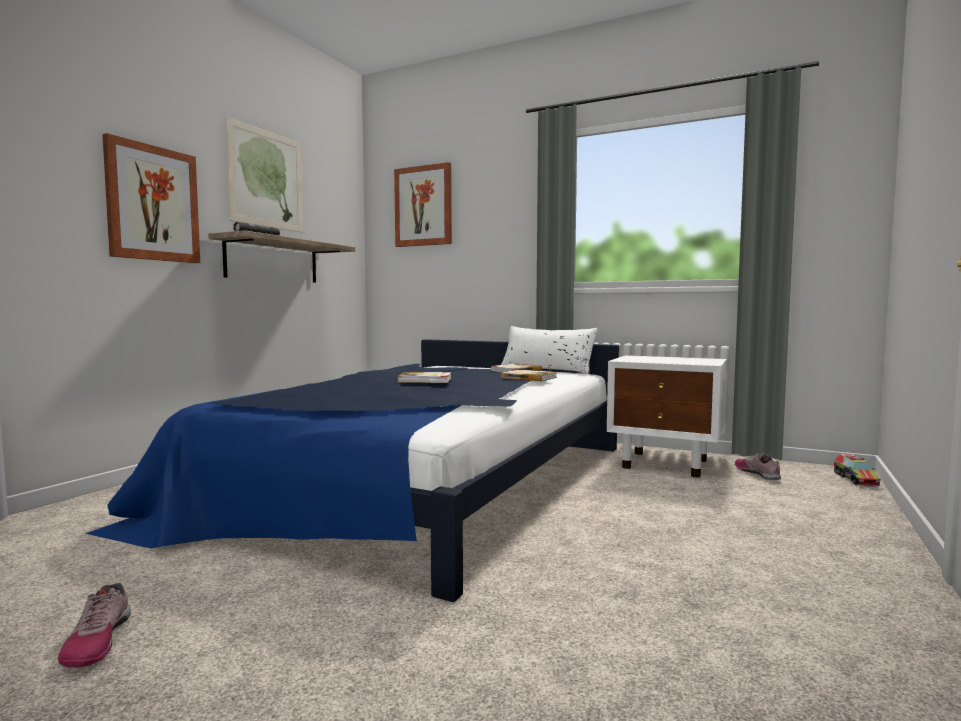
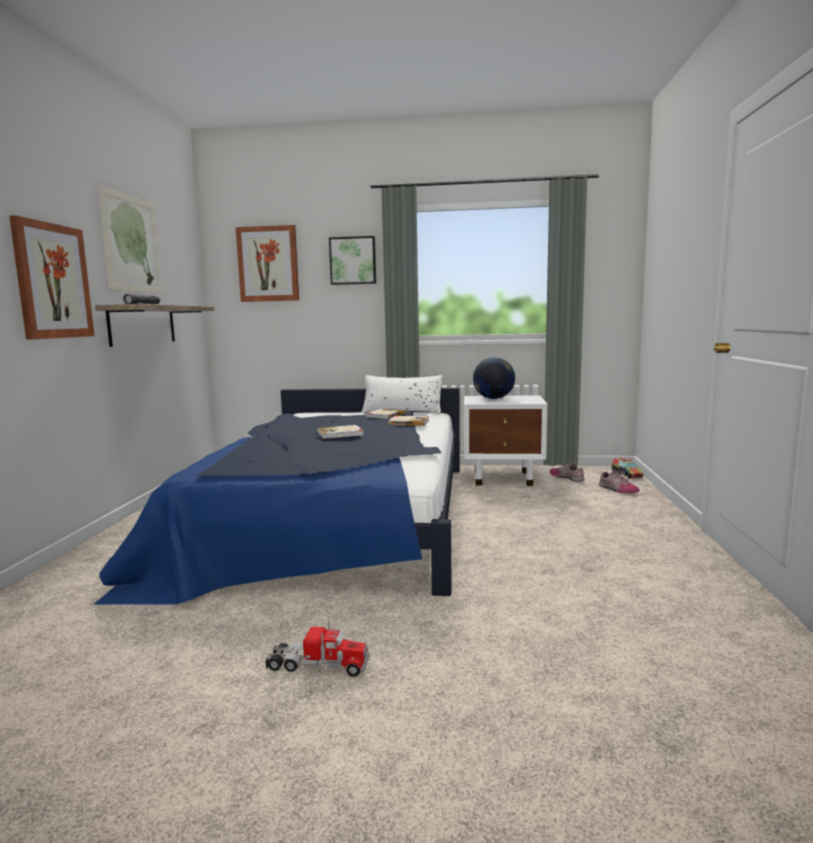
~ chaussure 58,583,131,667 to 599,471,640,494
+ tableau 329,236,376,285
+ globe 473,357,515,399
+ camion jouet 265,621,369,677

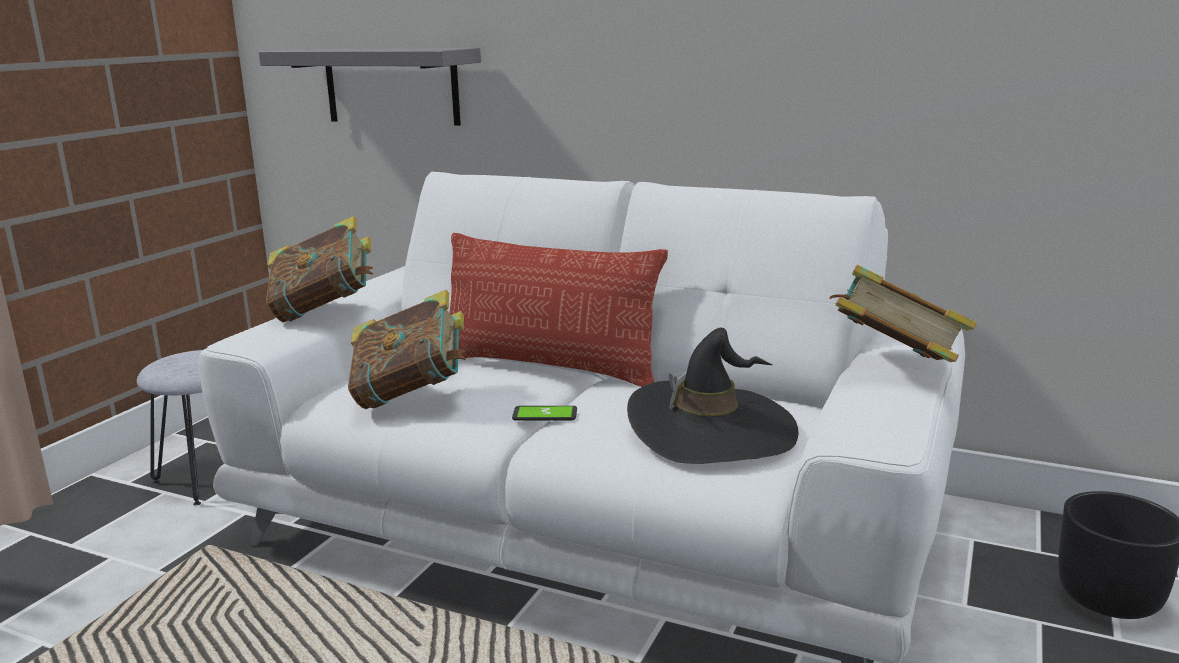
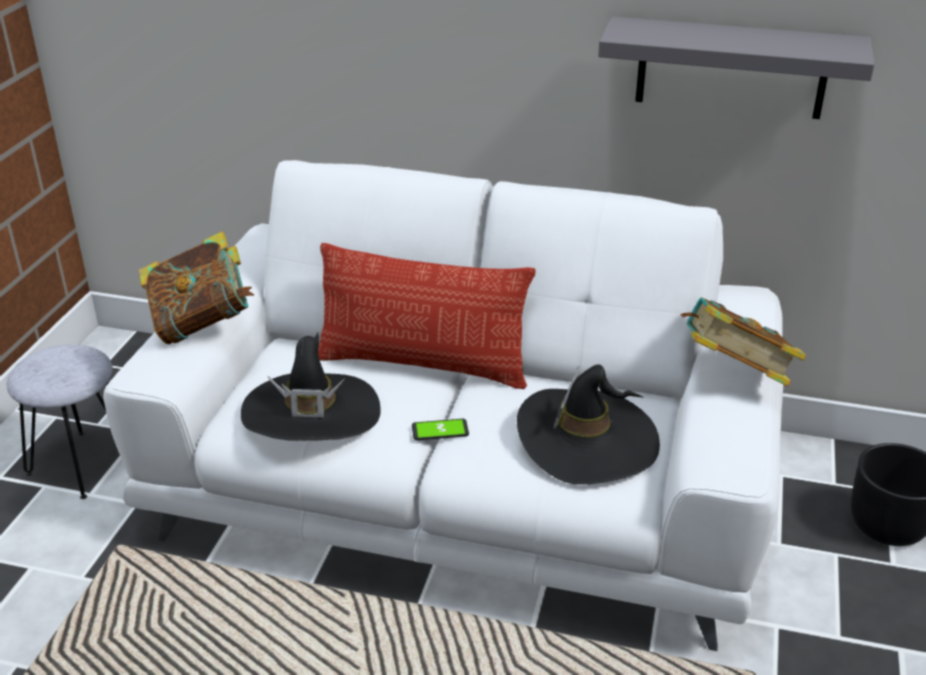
~ étagère [gris] 259,48,481,126 to 598,16,874,119
~ livre 348,290,466,409 to chapeau [noir] 241,333,381,441

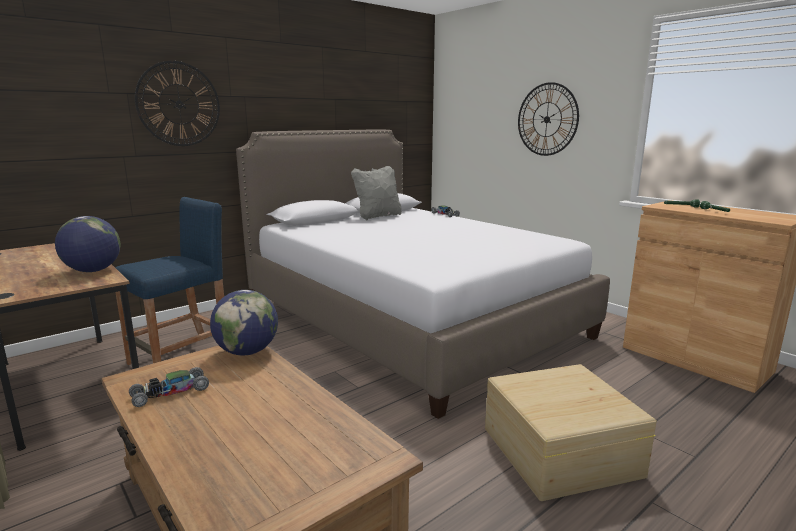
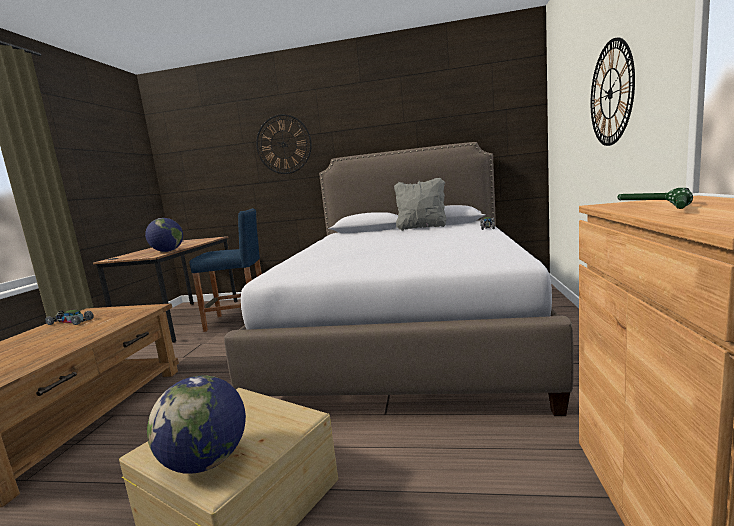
~ globe 210,290,278,355 to 147,375,246,474

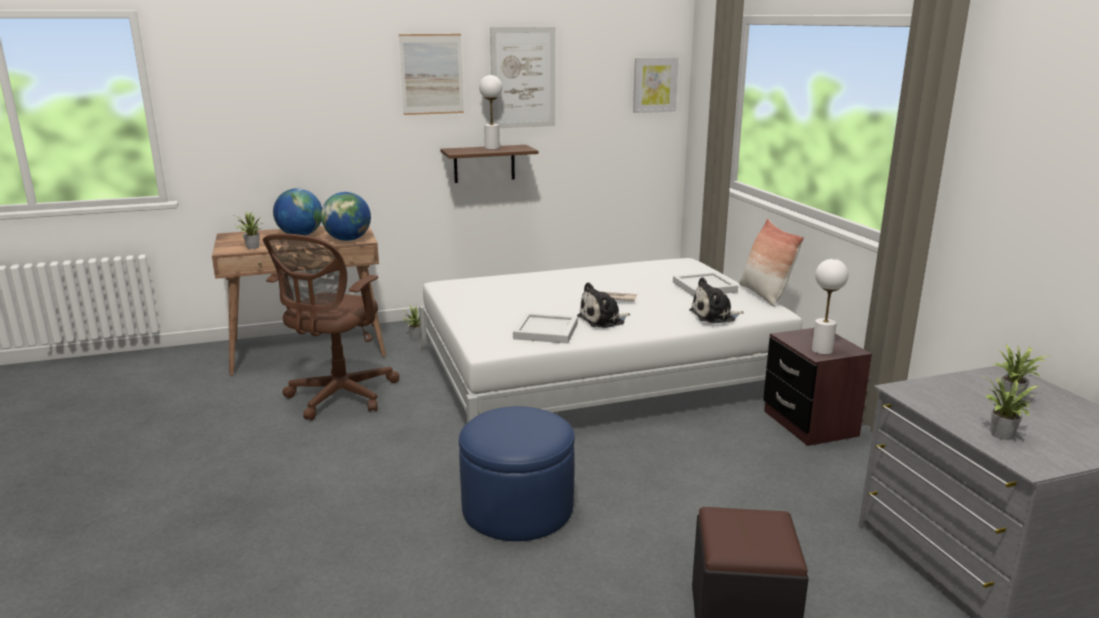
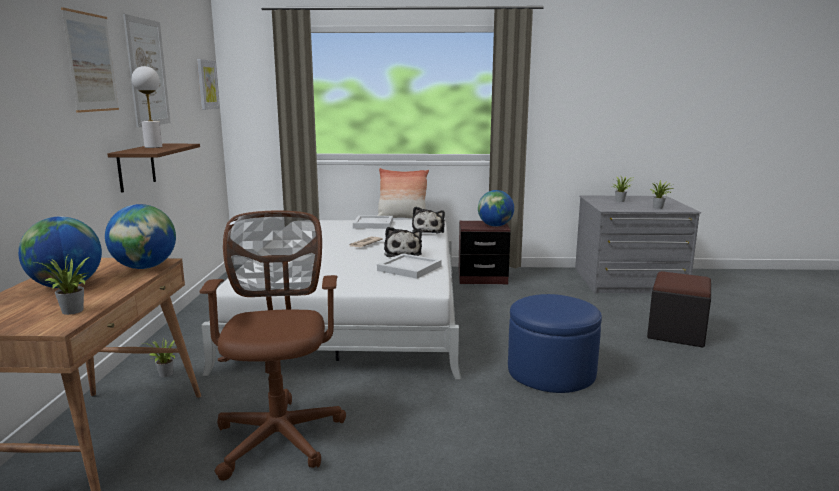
~ chaise de bureau [marron] 263,234,400,420 = 200,211,346,481 135 degrees counterclockwise
~ lampe de table [blanc] 812,259,848,354 to globe 478,190,514,227

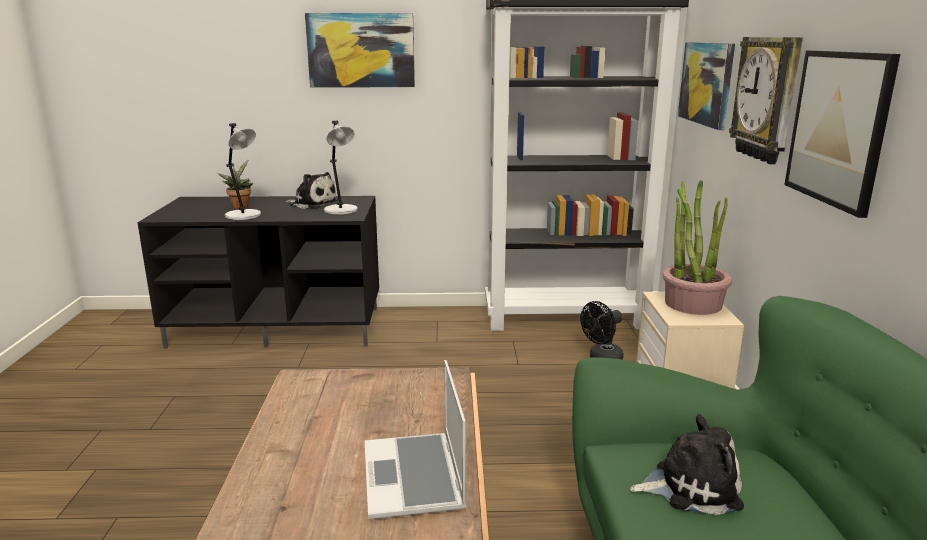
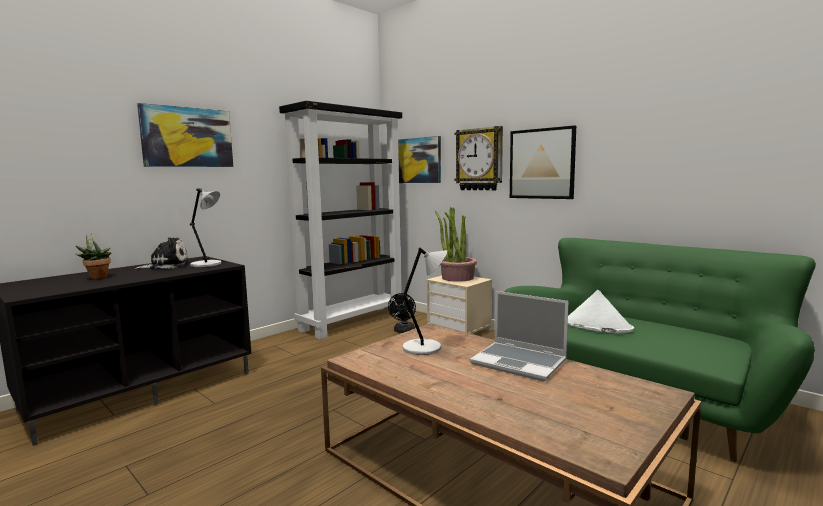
~ lampe de table [gris] 225,123,261,220 to 403,247,447,355
~ peluche 630,414,744,515 to chapeau [blanc] 568,290,634,333

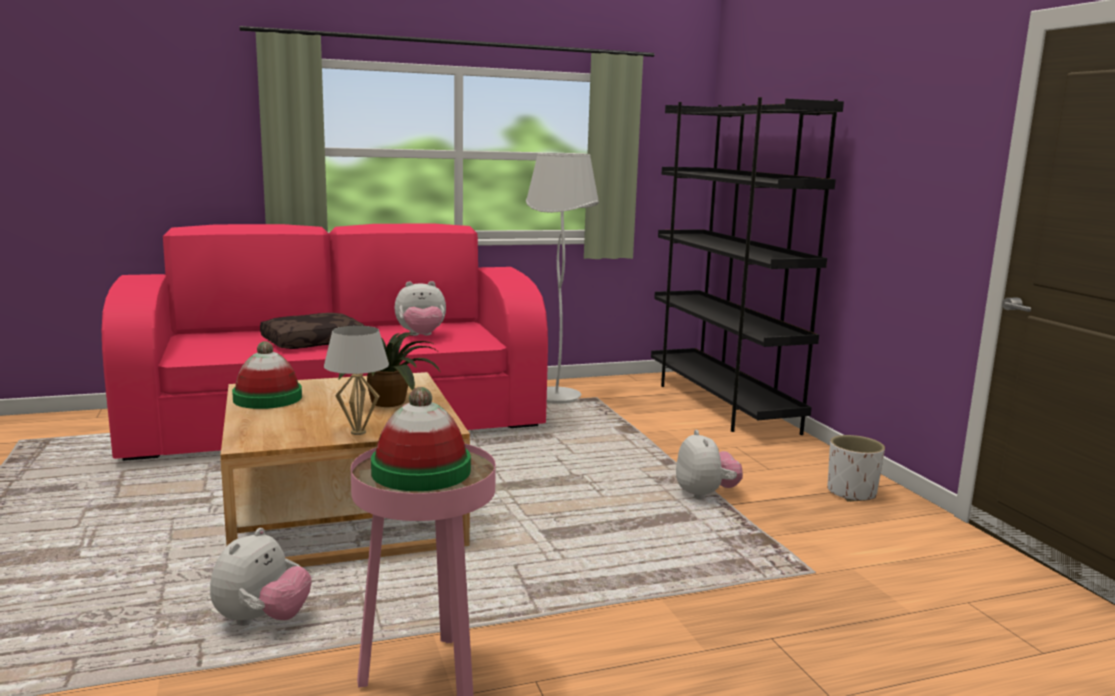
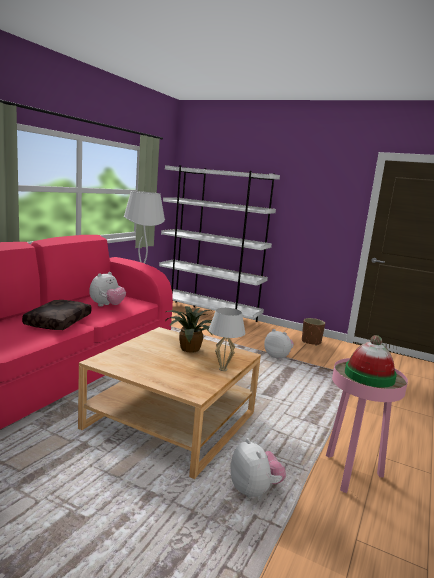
~ bibliothèque [noir] 651,97,844,435 to bibliothèque [blanc] 159,165,280,322
- chapeau 232,341,302,409
~ cache-pot [blanc] 828,435,885,502 to cache-pot [marron] 302,318,325,346

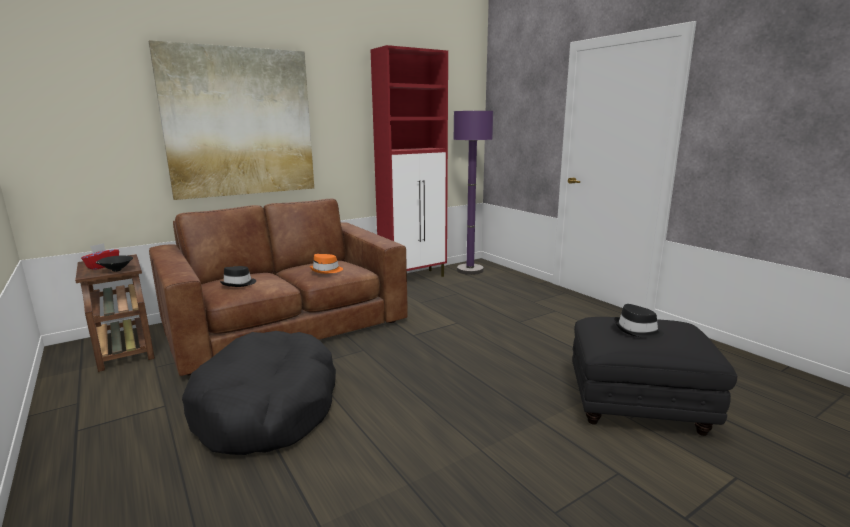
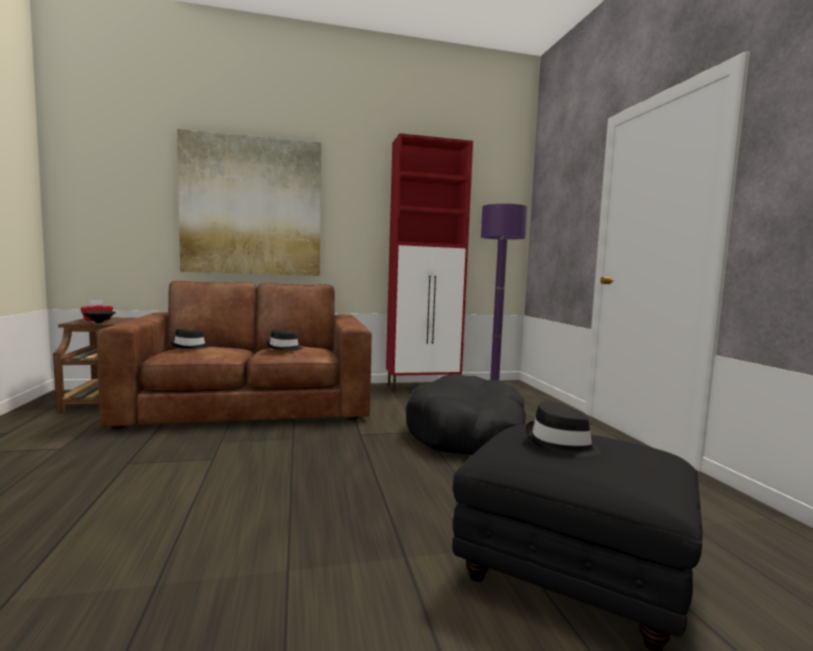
~ chapeau [orange] 310,254,343,274 to chapeau [noir] 266,329,303,350
~ panier pour chien [noir] 182,331,336,455 to 406,374,526,455

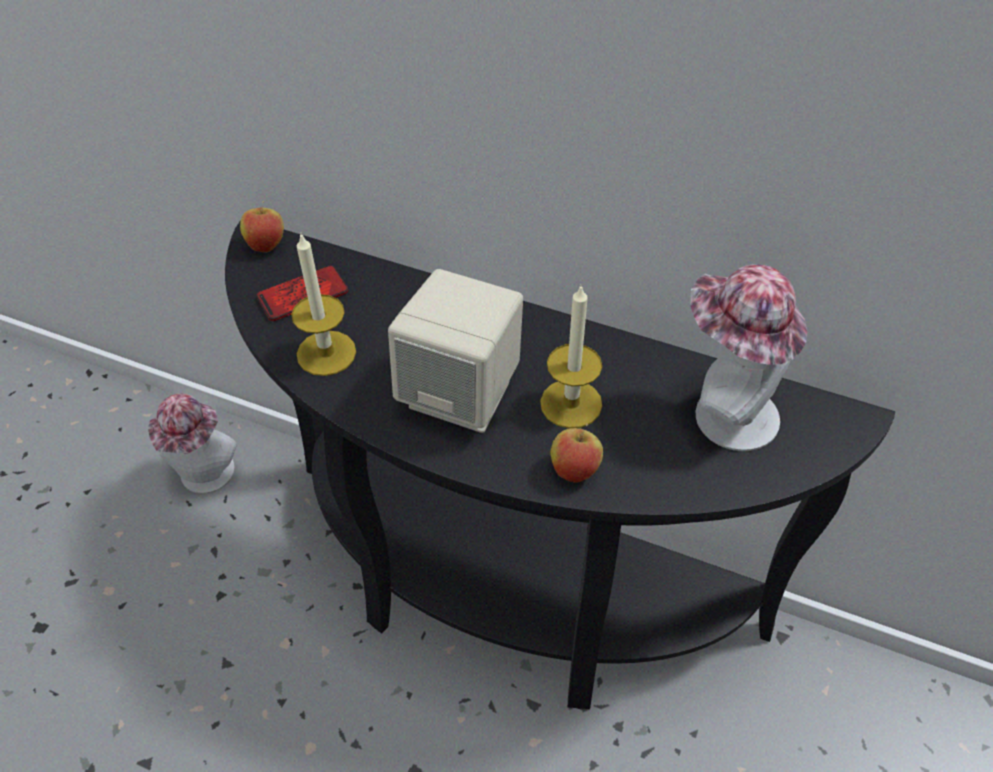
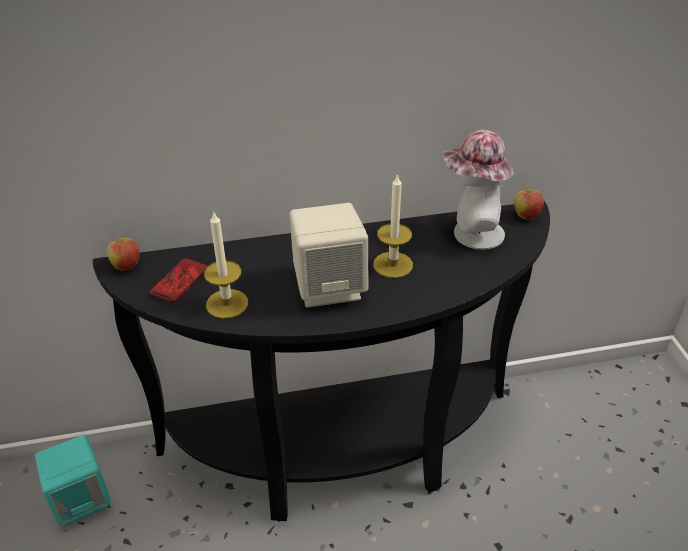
~ chapeau 148,393,237,494 to enceinte [turquoise] 35,435,111,525
~ pomme 550,423,603,483 to 514,185,544,219

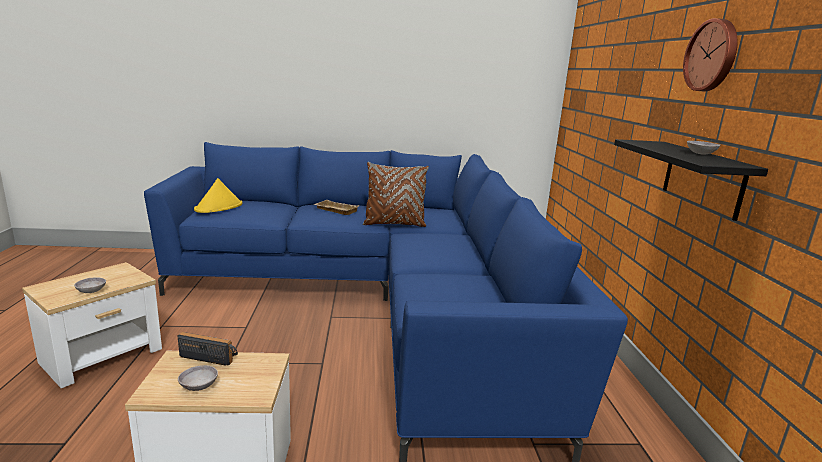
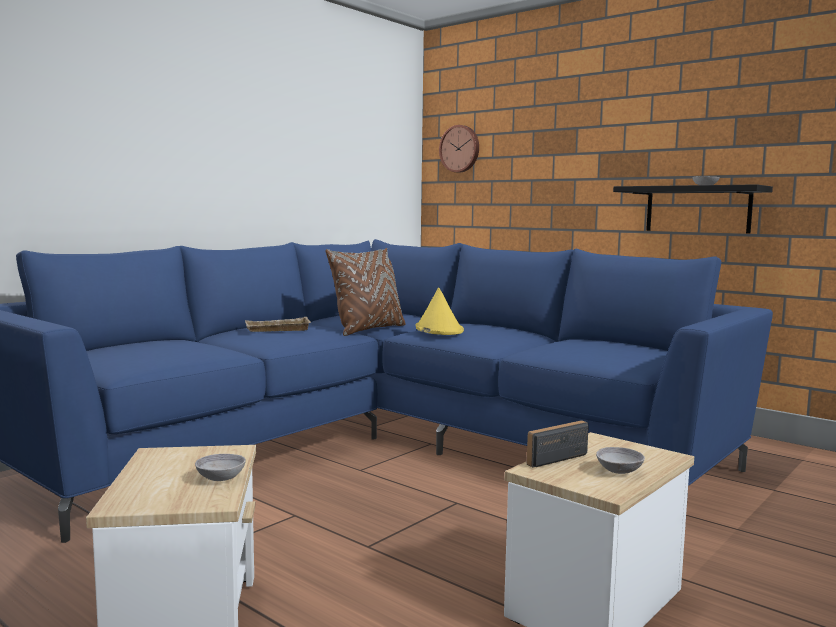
~ horloge murale 683,18,738,91 to 439,125,479,173
~ chapeau [jaune] 194,178,242,213 to 416,287,464,335

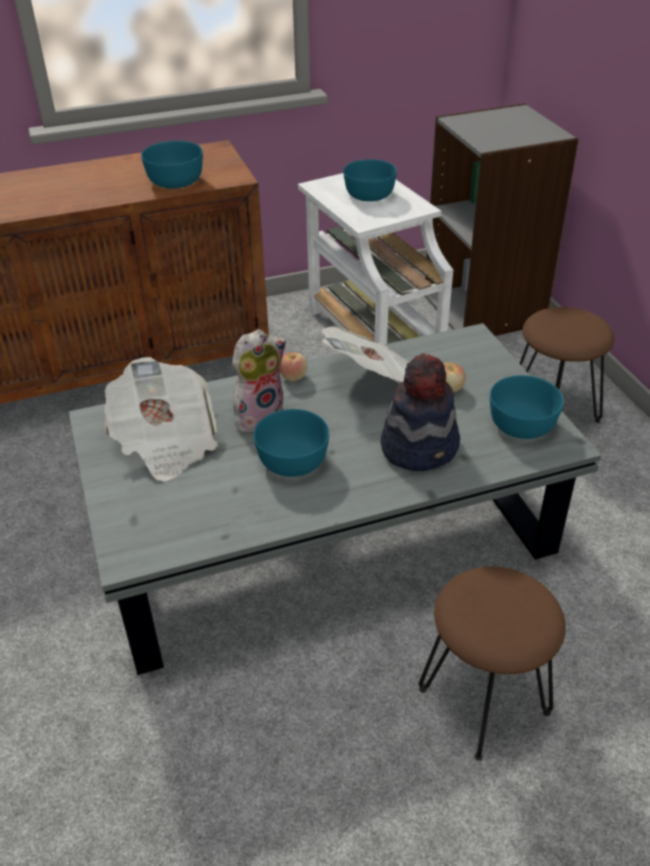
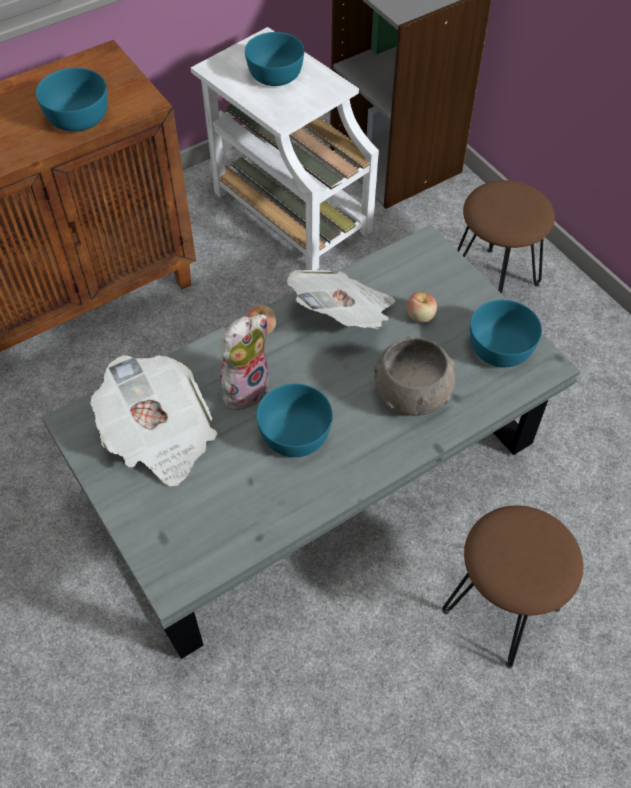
~ chapeau 381,353,460,471 to bol [gris] 374,336,455,416

